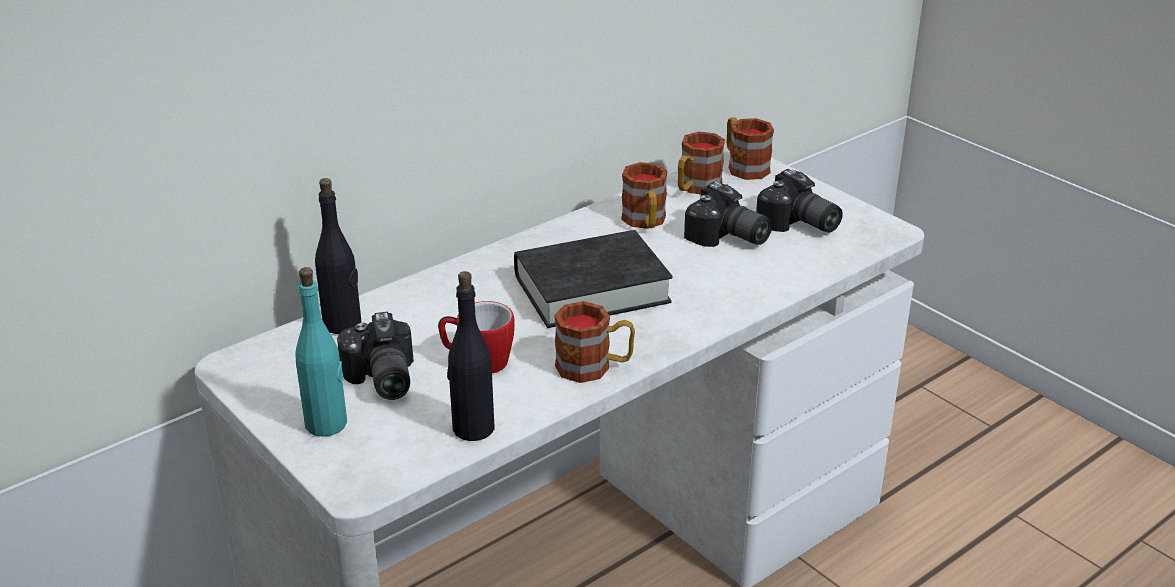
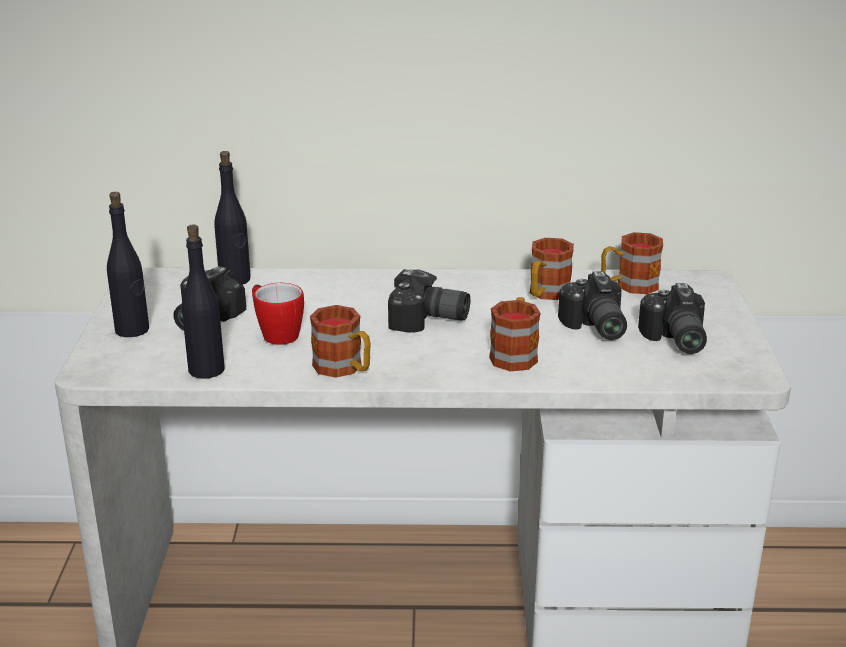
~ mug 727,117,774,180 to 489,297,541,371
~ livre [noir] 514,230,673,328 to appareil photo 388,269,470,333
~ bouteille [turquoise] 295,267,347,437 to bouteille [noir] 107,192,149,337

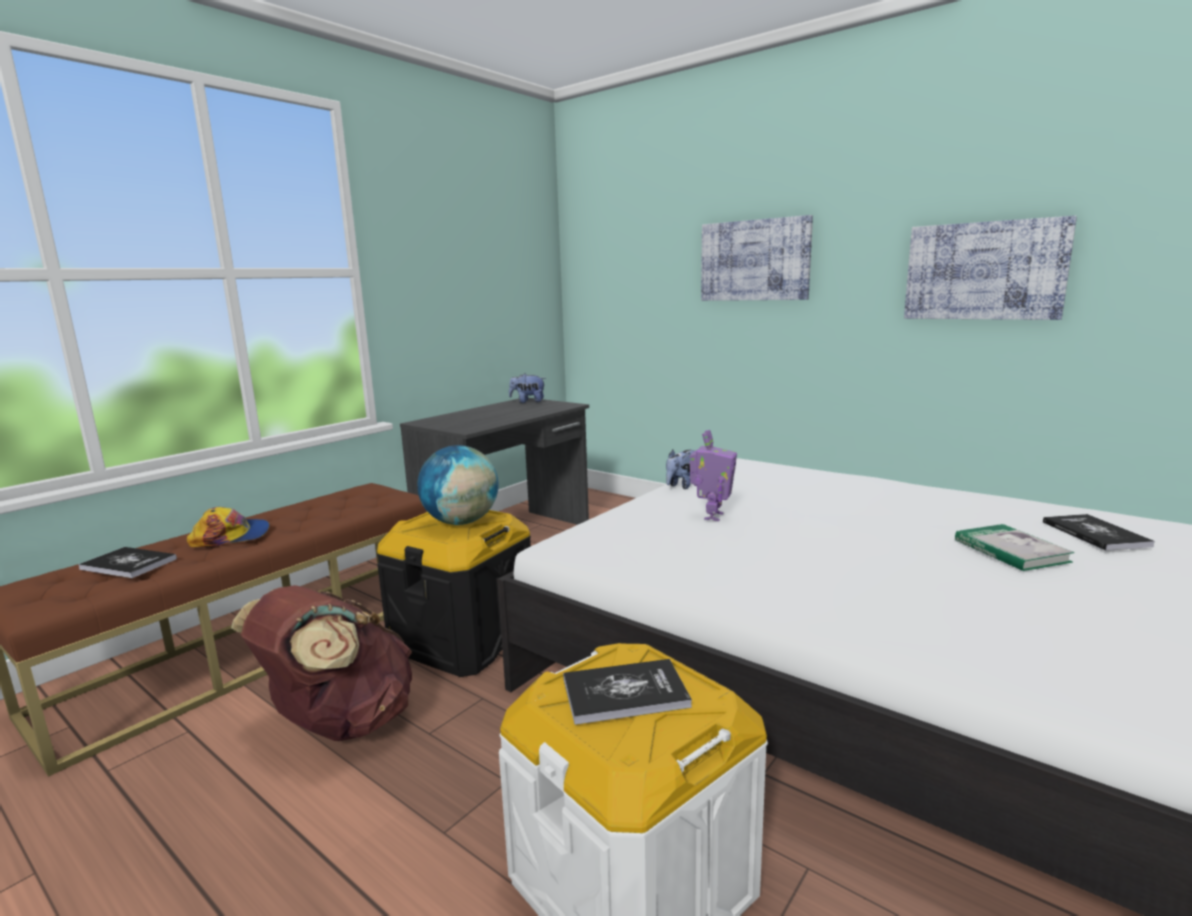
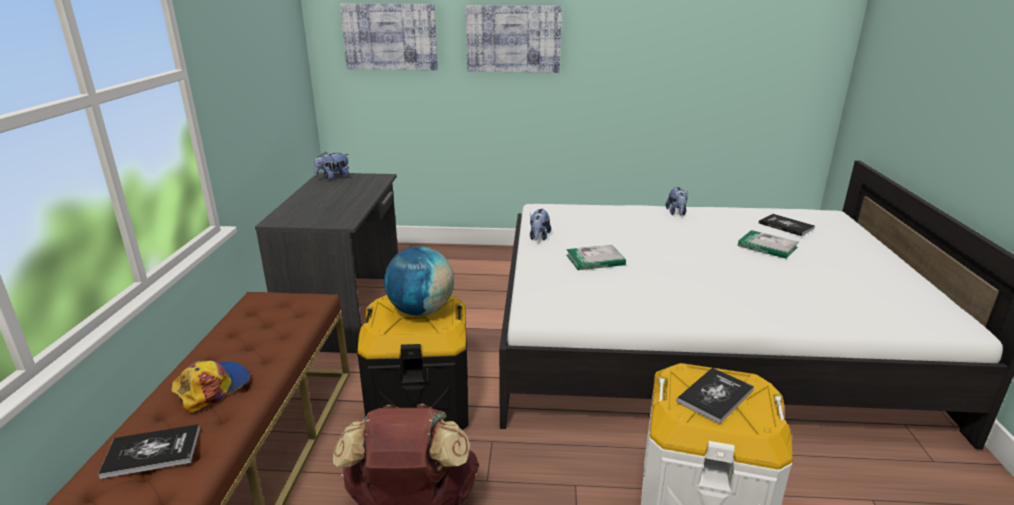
~ tableau 904,216,1077,320 to 340,4,438,70
~ robot jouet 690,430,737,521 to livre 566,245,626,270
+ peluche 665,186,688,215

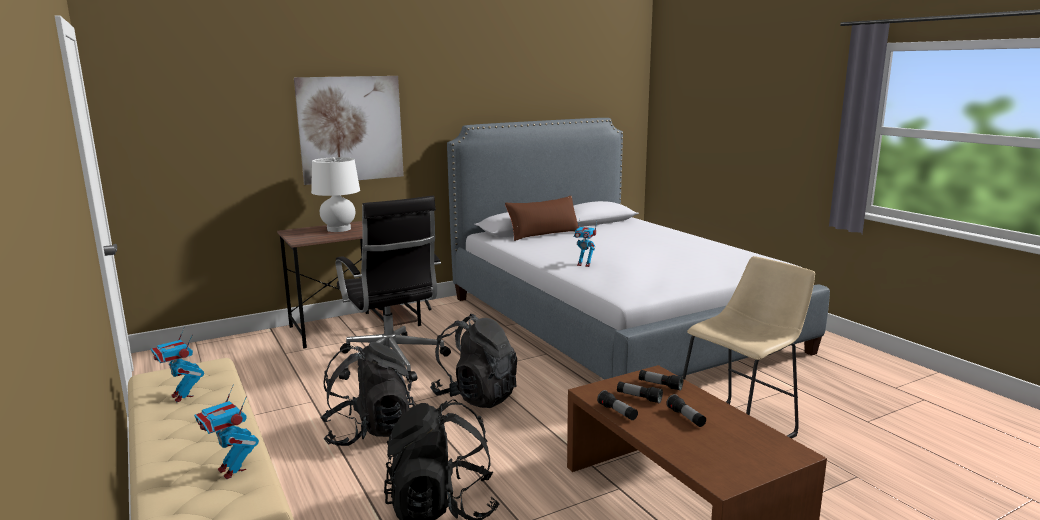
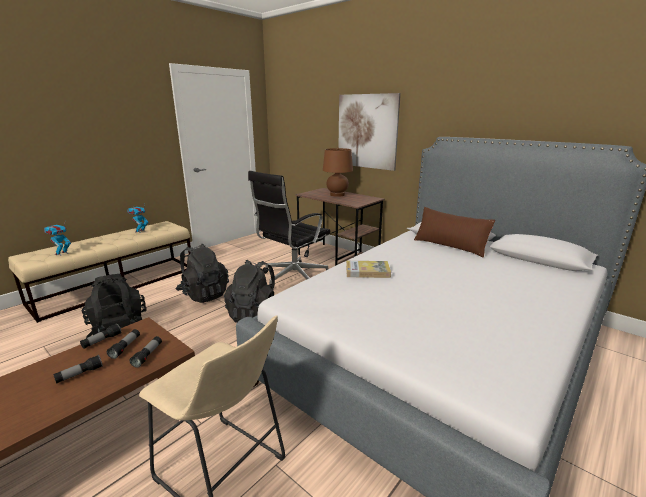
~ lampe de table [blanc] 311,157,360,232 to lampe de table [marron] 323,148,353,197
~ robot jouet 574,218,597,267 to livre 346,261,391,278

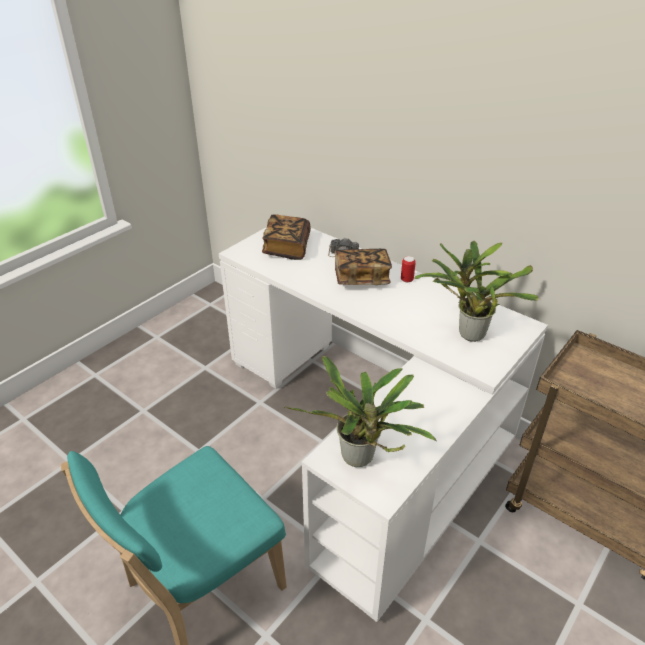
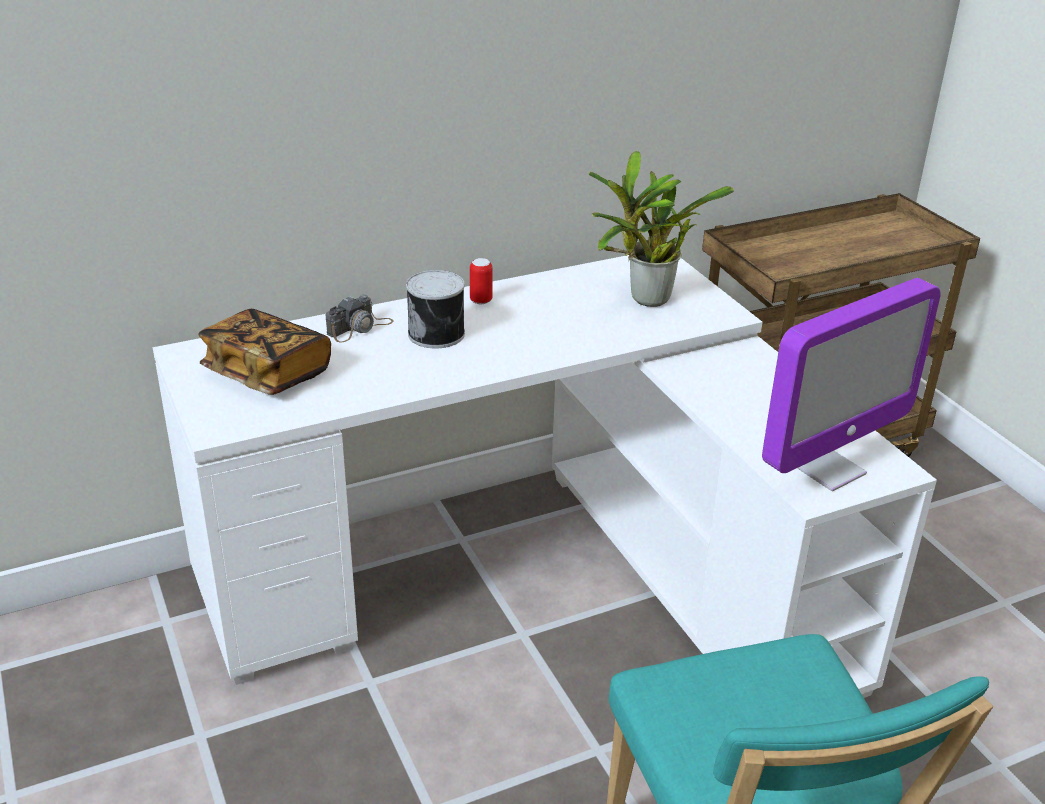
~ livre 335,249,392,285 to boîte métallique 406,270,465,348
~ plante en pot 284,356,437,467 to écran d'ordinateur 762,278,941,491

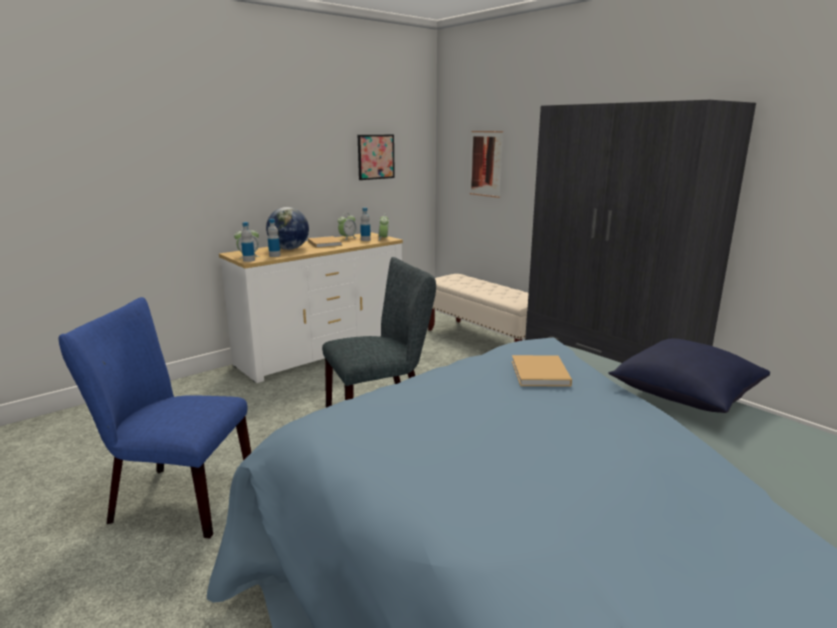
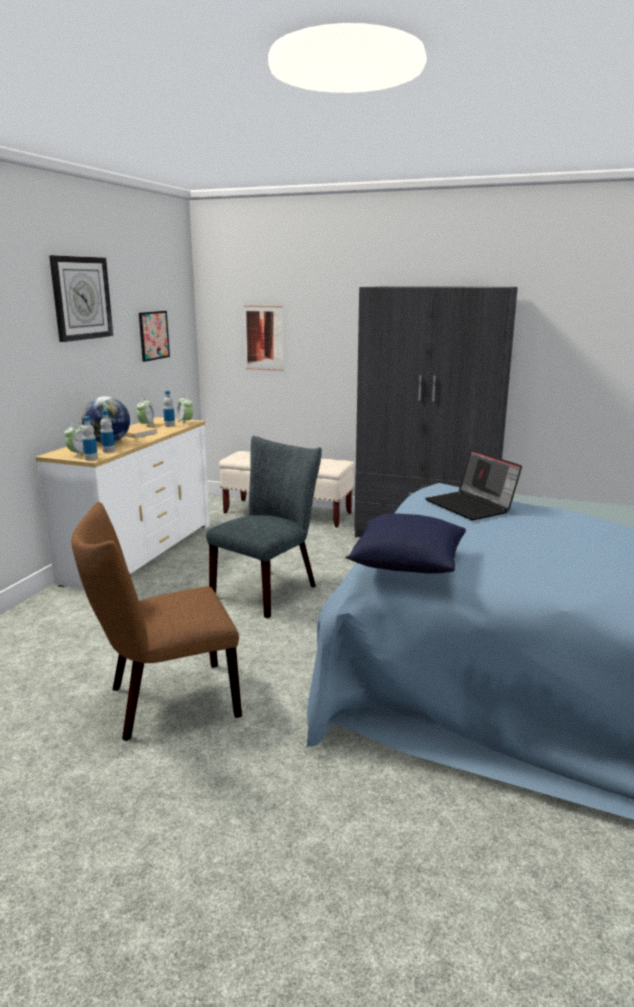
~ chaise [bleu] 59,297,251,538 to chaise [marron] 71,502,242,741
~ coussin [bleu] 608,338,770,413 to 346,513,466,574
~ livre [beige] 512,355,572,387 to ordinateur portable 425,450,522,520
+ horloge murale 49,255,113,342

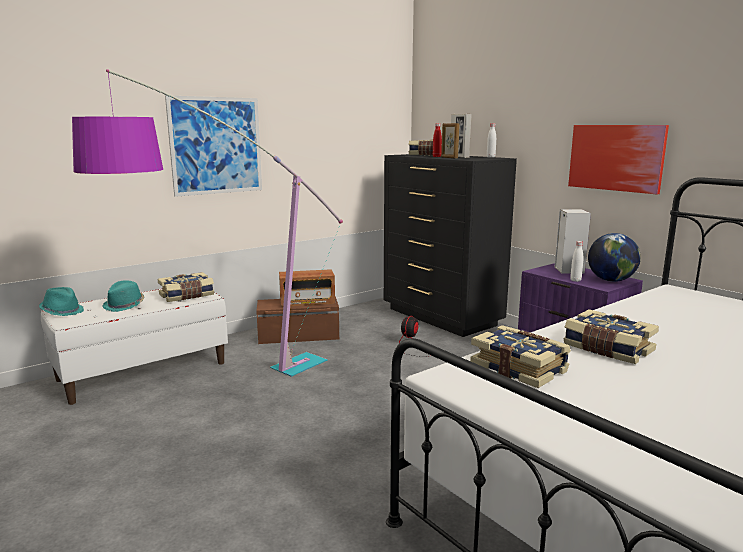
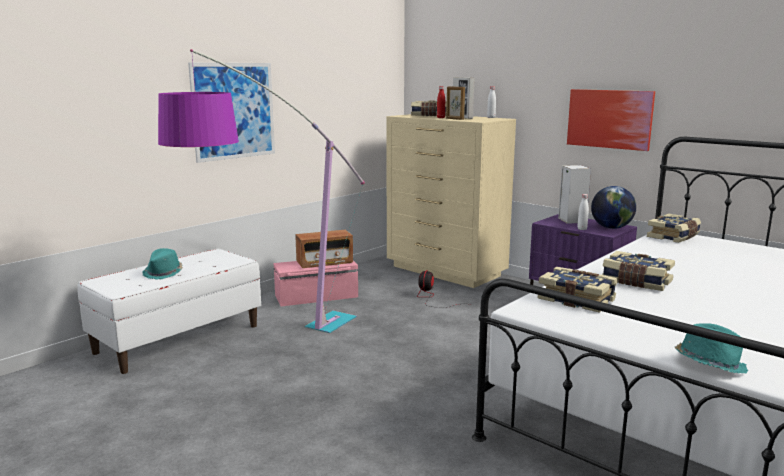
~ commode [noir] 384,154,517,337 to commode [beige] 386,114,516,288
~ livre 158,272,214,302 to 647,214,701,243
~ chapeau [turquoise] 39,287,84,316 to 675,323,748,374
~ boîte de rangement [marron] 256,296,339,344 to boîte de rangement [rose] 274,261,358,306

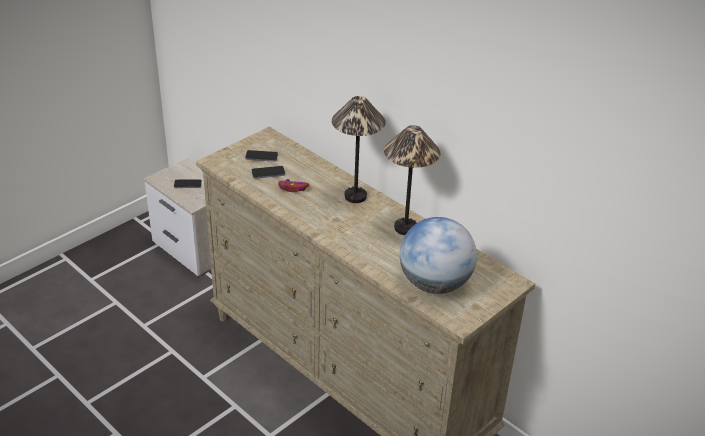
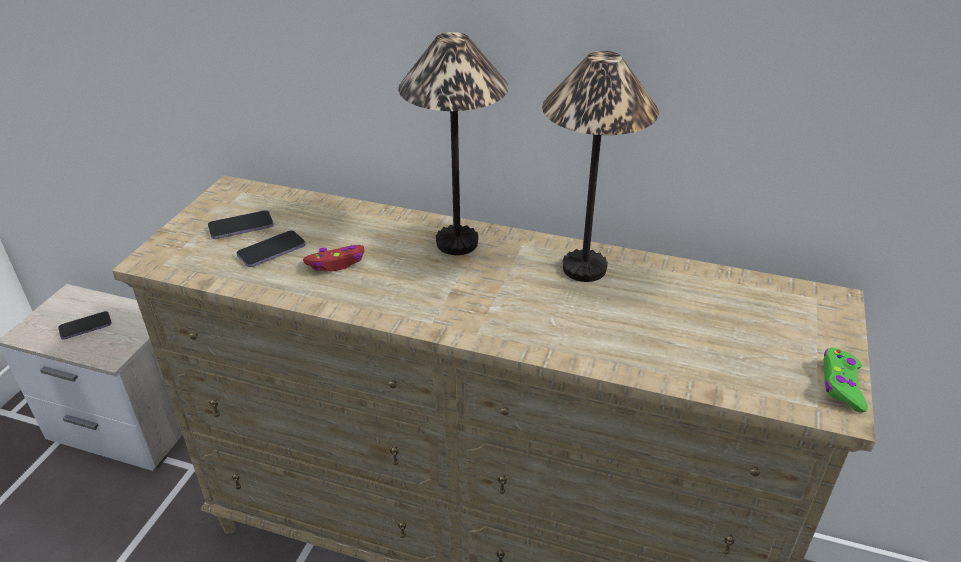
- globe 400,217,477,294
+ manette [vert] 823,347,868,413

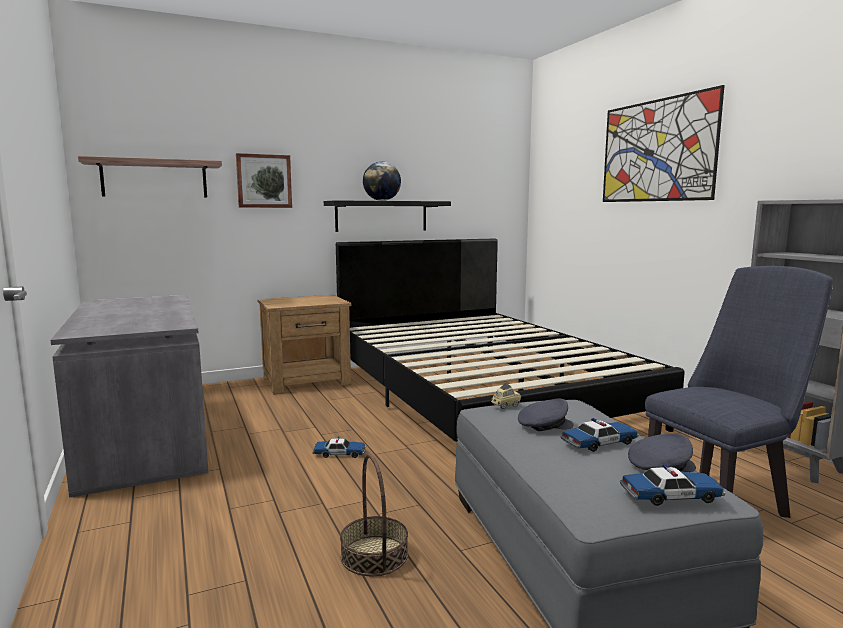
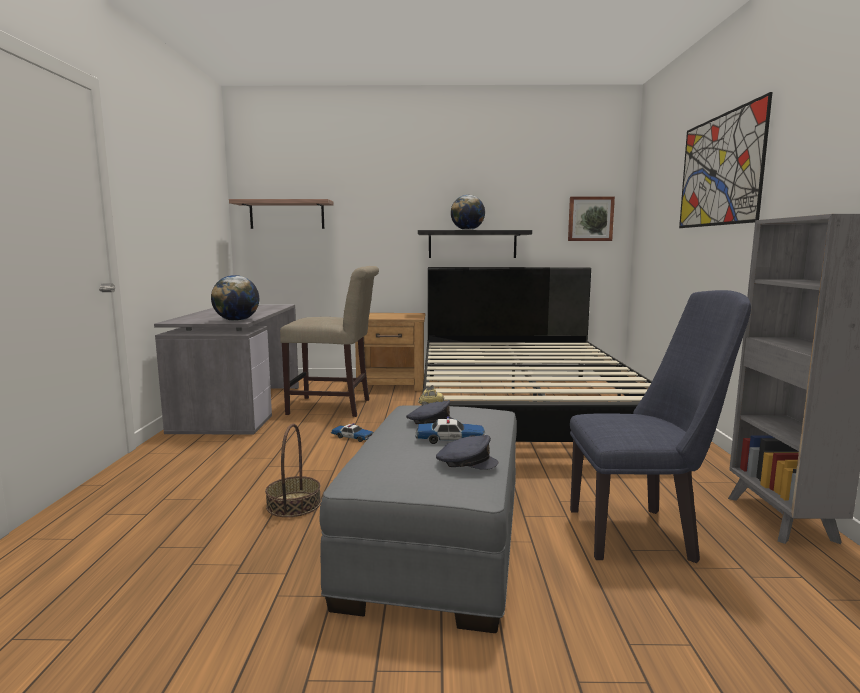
~ tableau 236,153,292,208 to 568,196,615,241
- petite voiture 620,464,725,506
+ chaise [beige] 280,266,379,417
+ globe 211,275,259,321

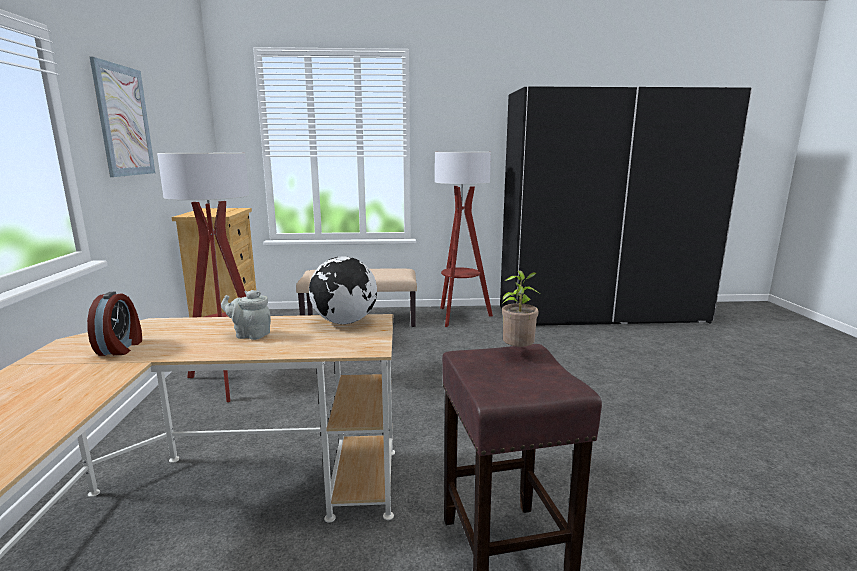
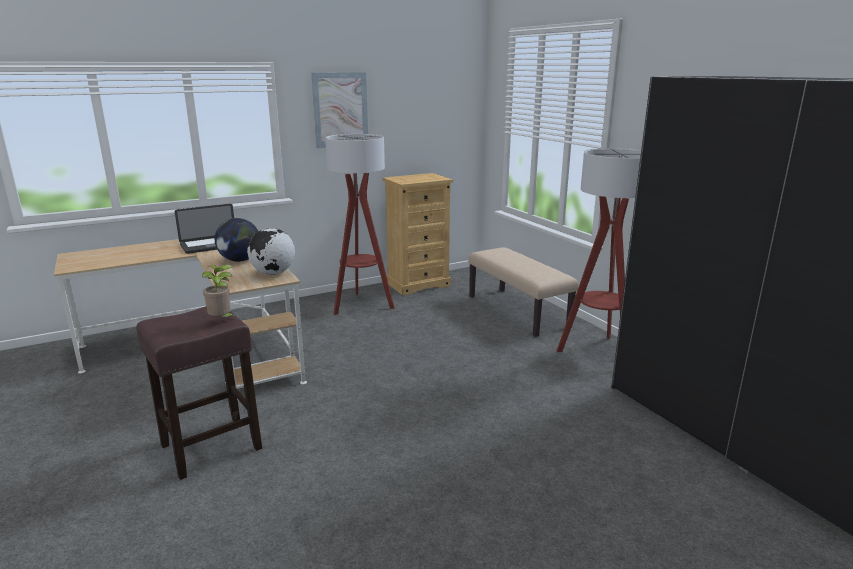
~ théière [gris] 221,290,271,340 to globe 215,218,259,262
~ réveil 87,292,142,356 to ordinateur portable 175,204,234,254

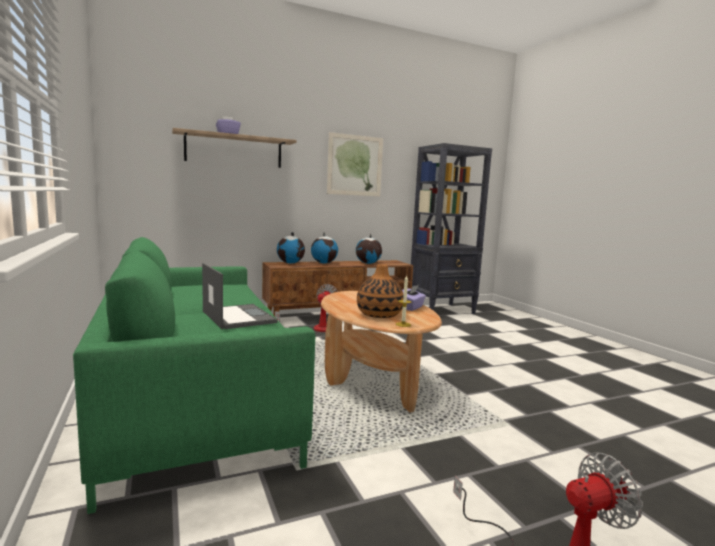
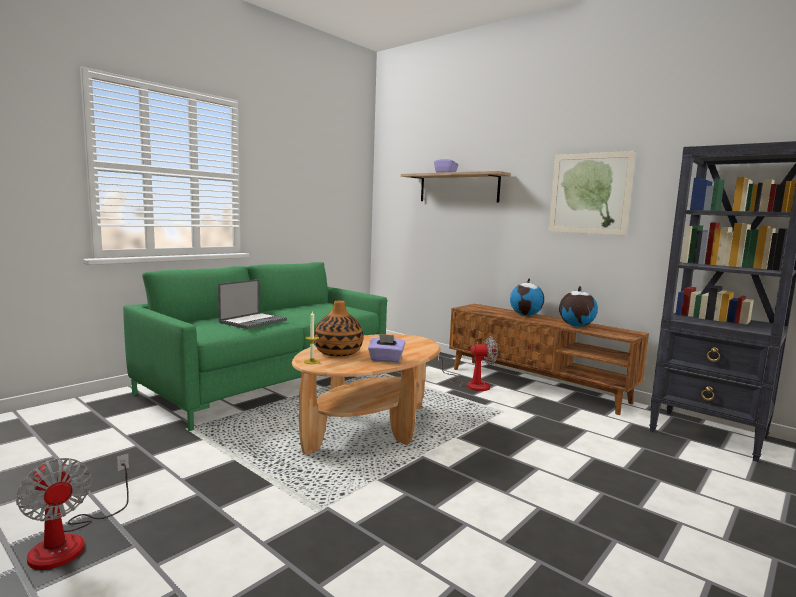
- globe 277,232,305,264

